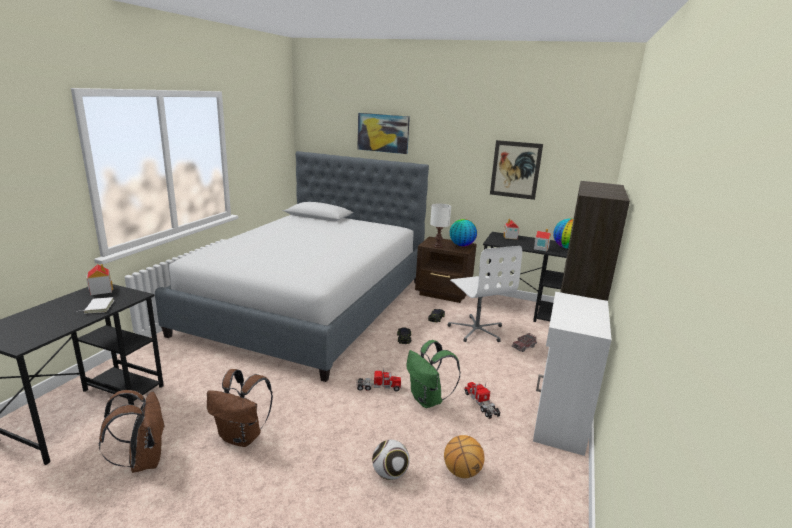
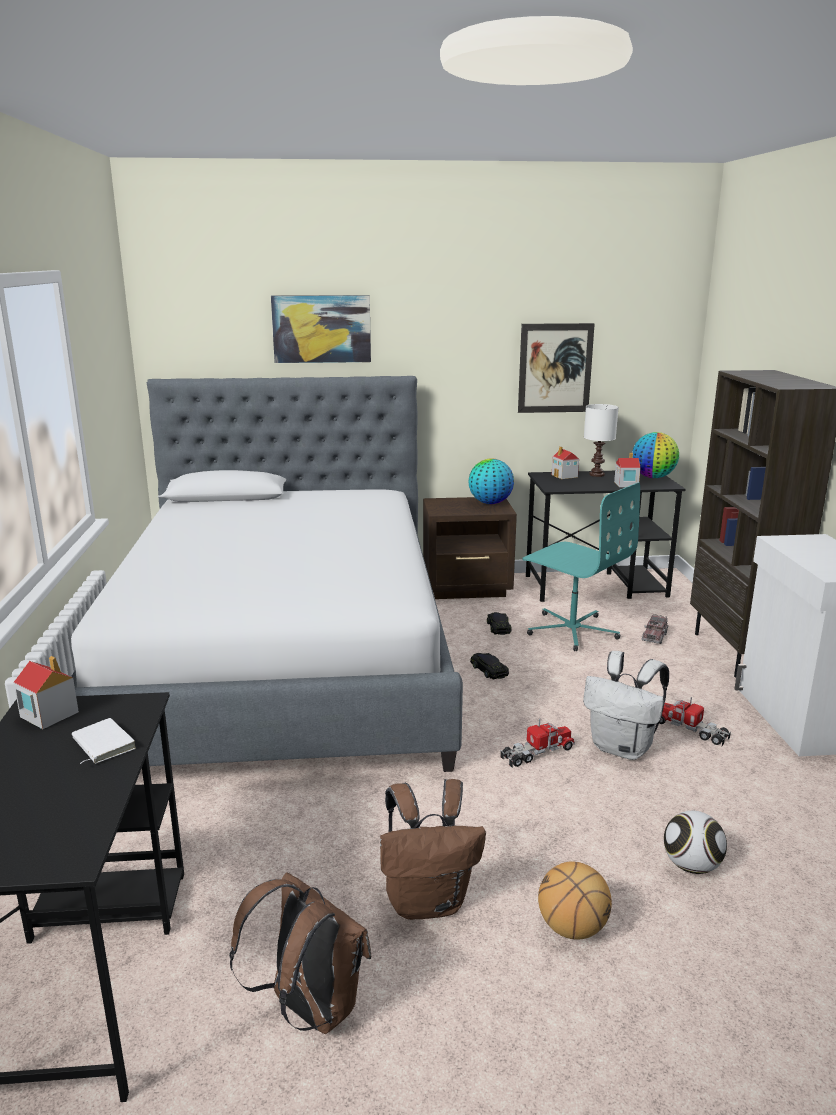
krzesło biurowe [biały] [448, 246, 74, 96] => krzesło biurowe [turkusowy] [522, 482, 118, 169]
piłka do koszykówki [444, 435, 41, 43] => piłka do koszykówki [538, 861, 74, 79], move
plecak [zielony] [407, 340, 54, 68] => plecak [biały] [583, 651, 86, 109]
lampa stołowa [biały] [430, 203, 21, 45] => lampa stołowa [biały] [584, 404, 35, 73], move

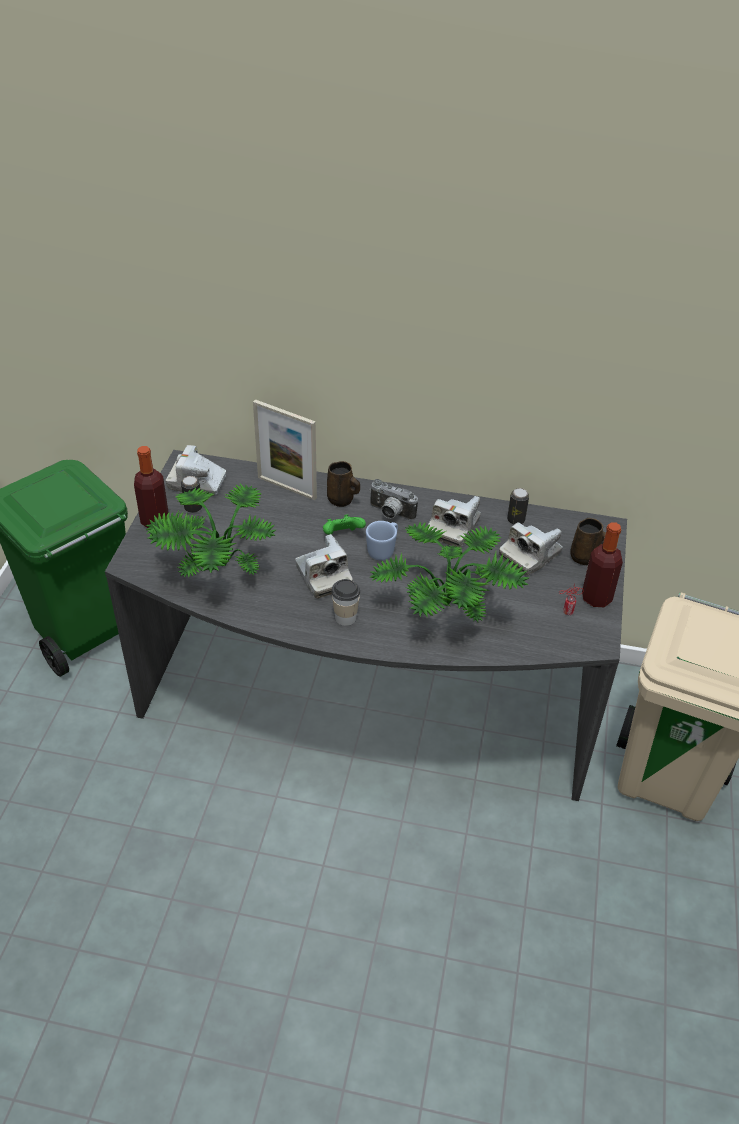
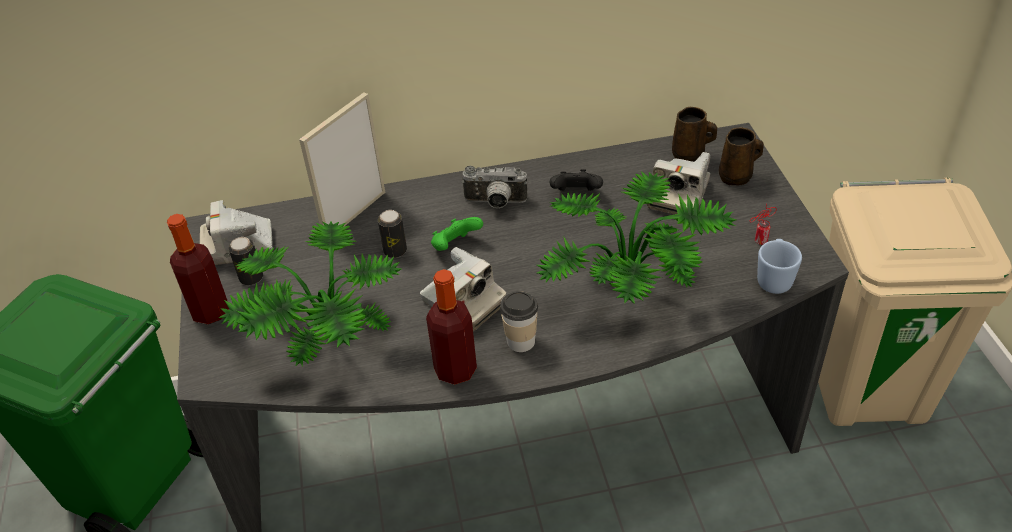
ramka na zdjęcie [253, 399, 64, 101] => ramka na zdjęcie [299, 92, 86, 135], 120 degrees clockwise
puszka [507, 488, 22, 36] => puszka [378, 210, 29, 48], move
butelka [582, 522, 41, 85] => butelka [426, 269, 51, 116], move
aparat fotograficzny [428, 496, 53, 52] => pad do gier [czarny] [550, 169, 53, 22]
kubek [brązowy] [327, 461, 33, 46] => kubek [brązowy] [672, 107, 45, 55], move
kubek [niebieski] [366, 521, 32, 40] => kubek [niebieski] [757, 239, 45, 55], move

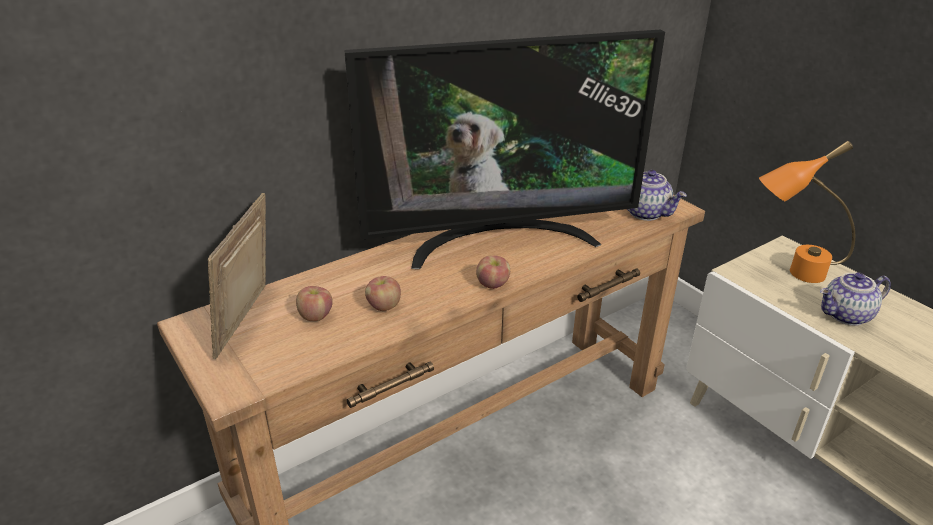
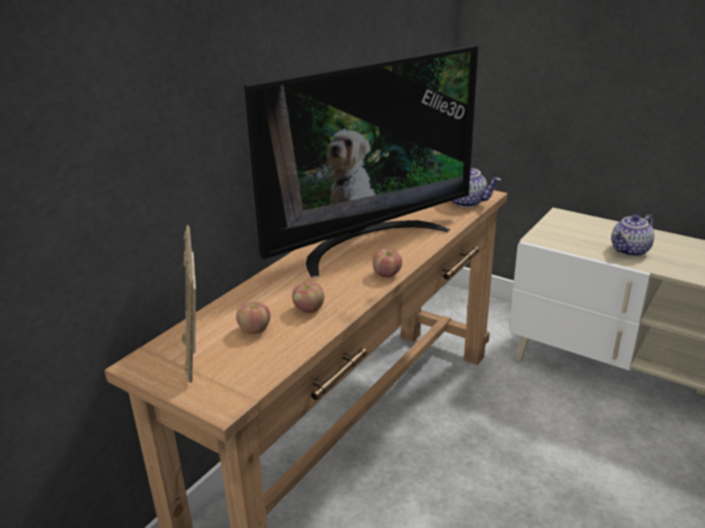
lampa stołowa [pomarańczowy] [759, 141, 96, 142] => nothing

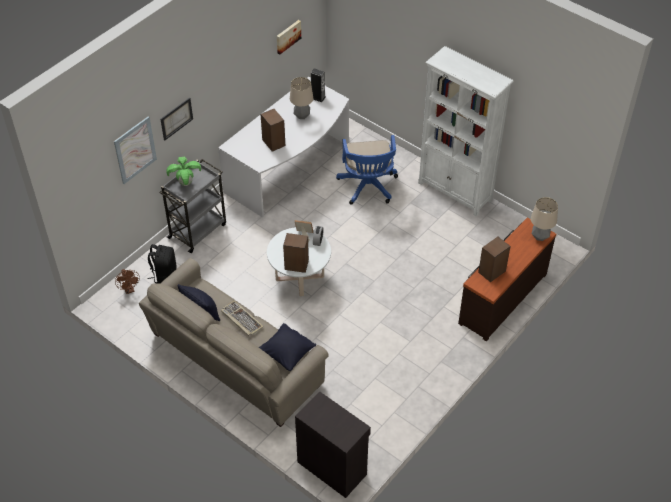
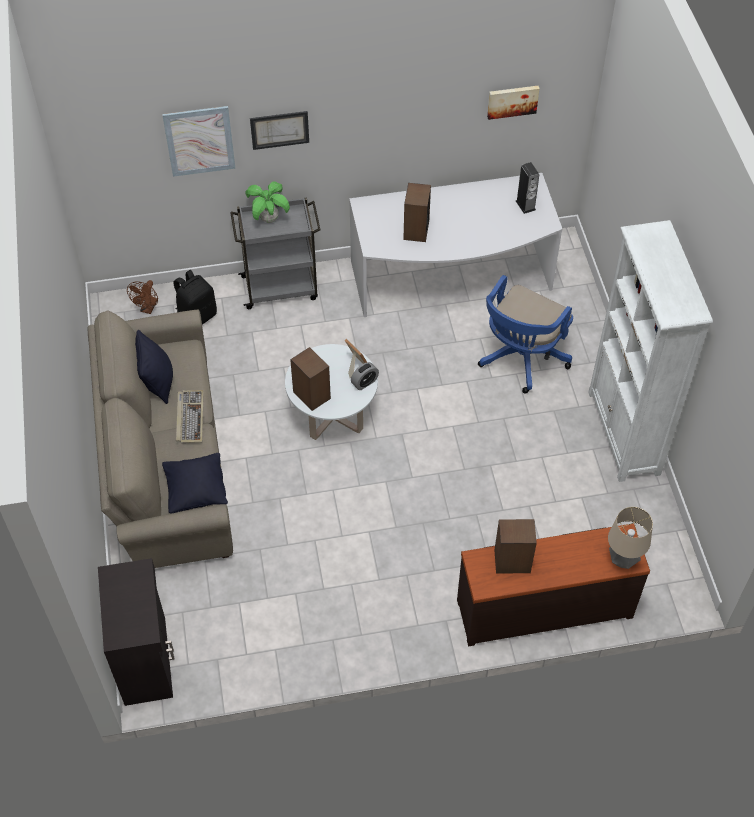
lampa stołowa [290, 77, 23, 42] => nothing

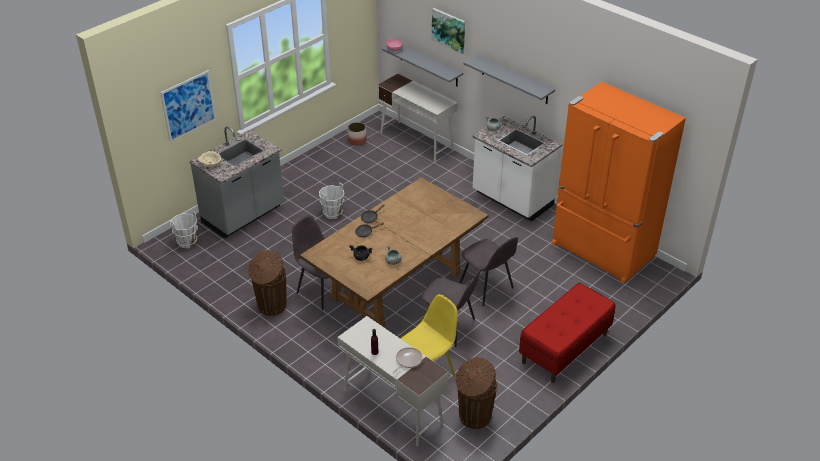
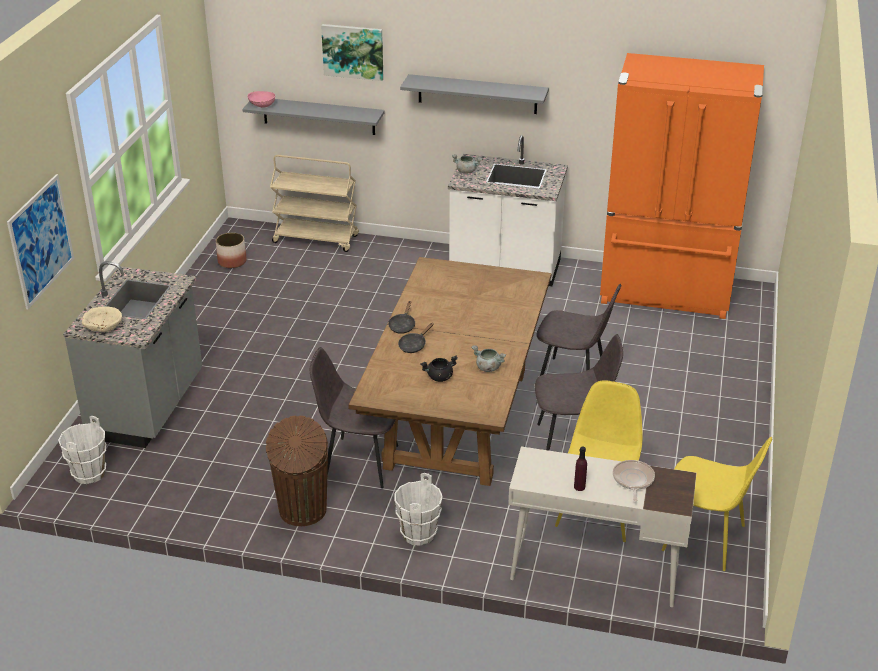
biurko [biały] [377, 73, 81, 89] => wózek [beżowy] [270, 155, 89, 97]
wiadro [biały] [319, 183, 25, 36] => wiadro [biały] [394, 473, 49, 73], move
kosz na śmieci [brązowy] [456, 357, 41, 72] => krzesło [żółty] [662, 437, 110, 134]
ławka [czerwony] [519, 283, 97, 100] => nothing

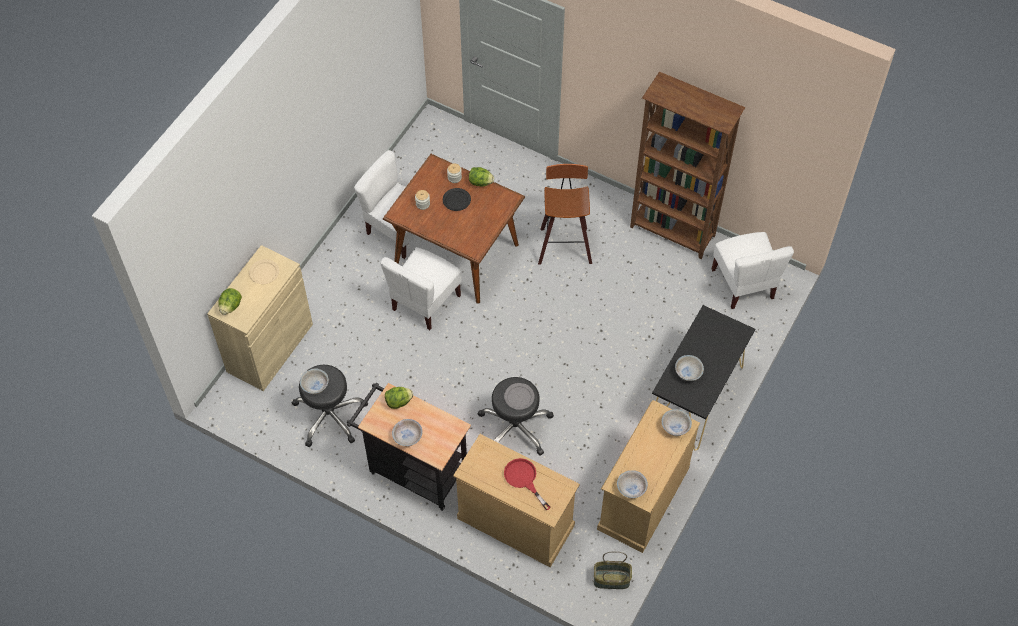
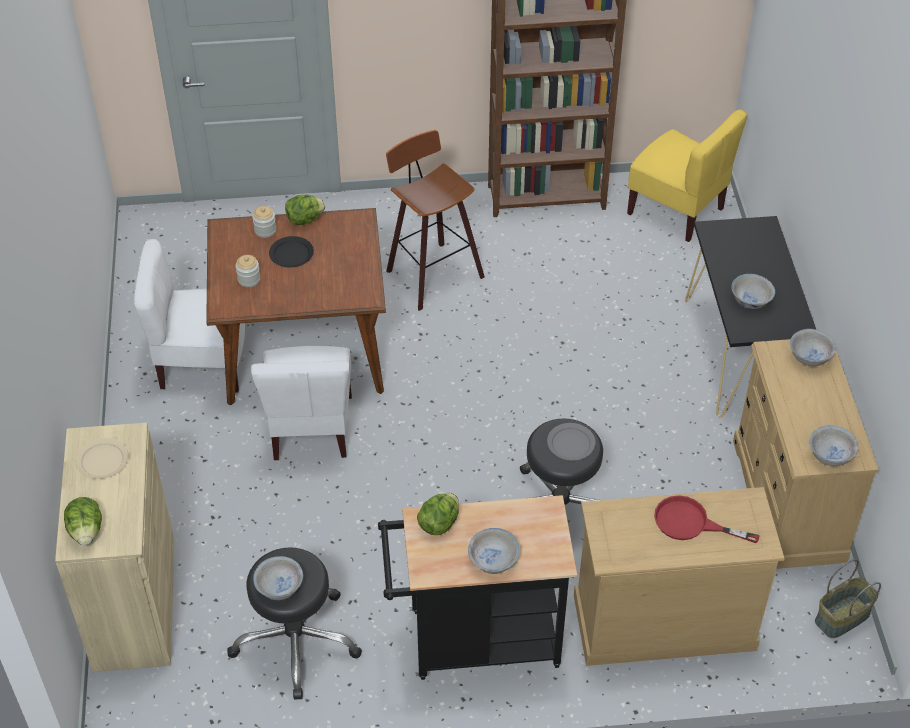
krzesło [biały] [712, 232, 82, 77] => krzesło [żółty] [627, 110, 120, 132]

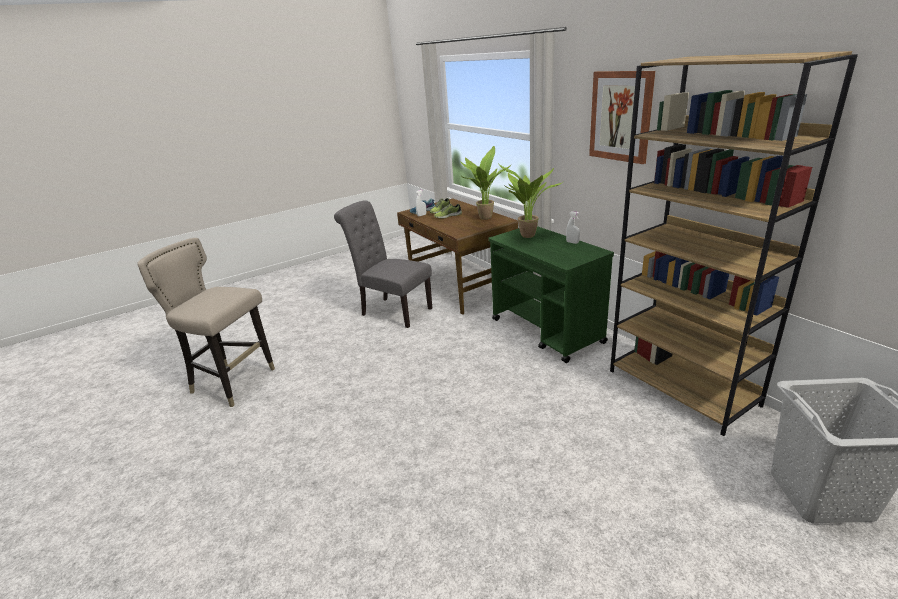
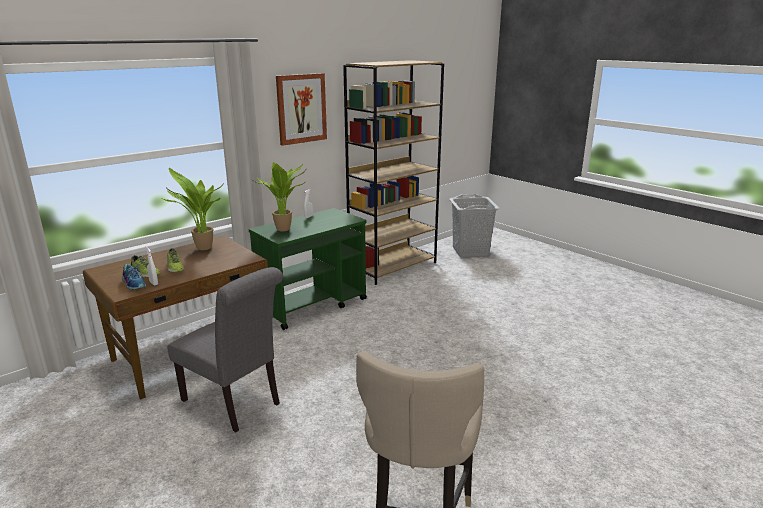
krzesło [szary] [334, 200, 98, 128] => krzesło [szary] [167, 267, 116, 165], 75 degrees counterclockwise

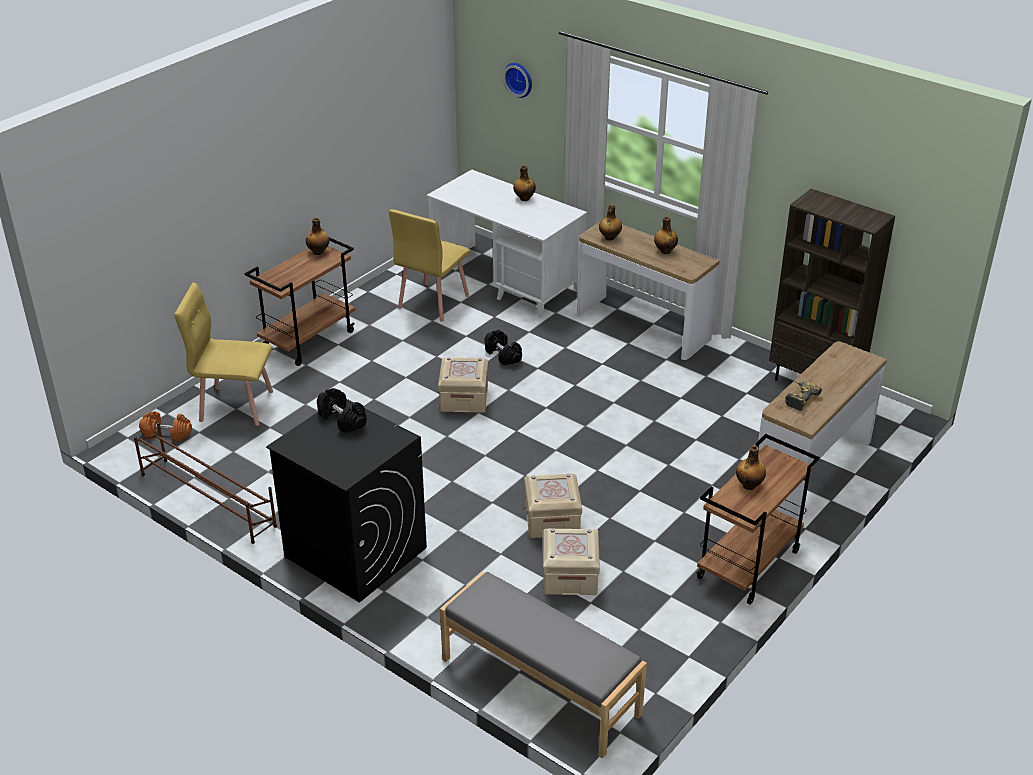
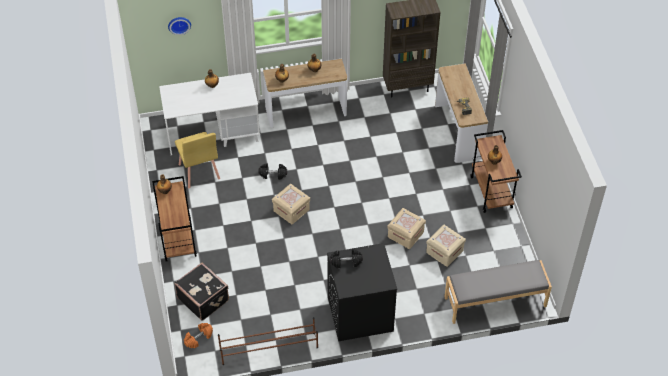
krzesło [żółty] [174, 283, 99, 143] => walizka [czarny] [174, 262, 55, 59]

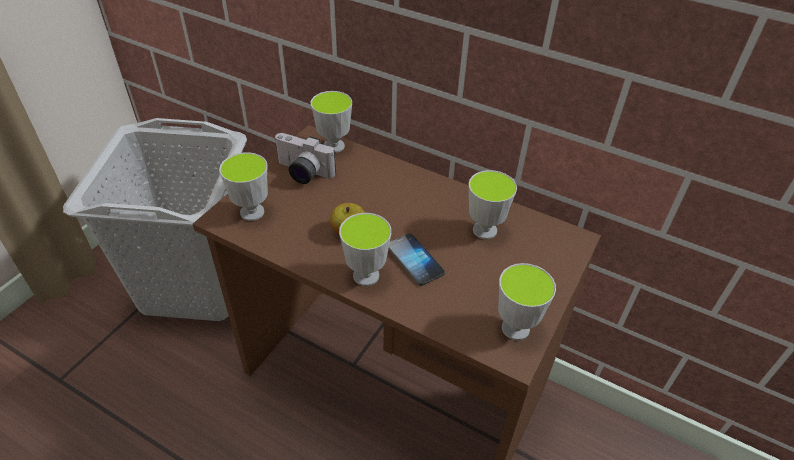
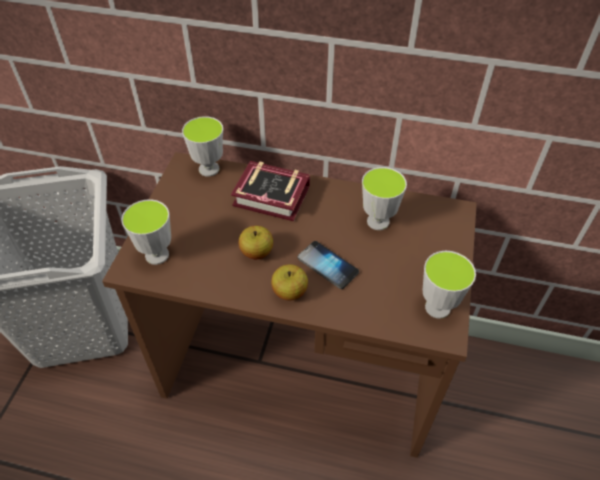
nothing => książka [231, 161, 79, 60]
filiżanka [339, 213, 52, 73] => jabłko [271, 264, 37, 36]
aparat fotograficzny [274, 133, 62, 51] => nothing

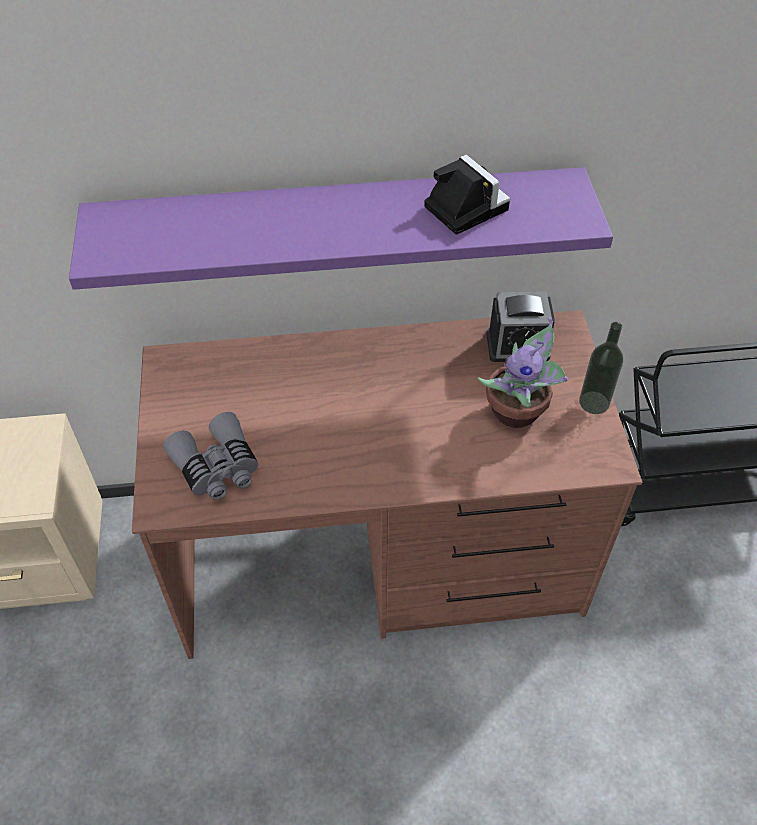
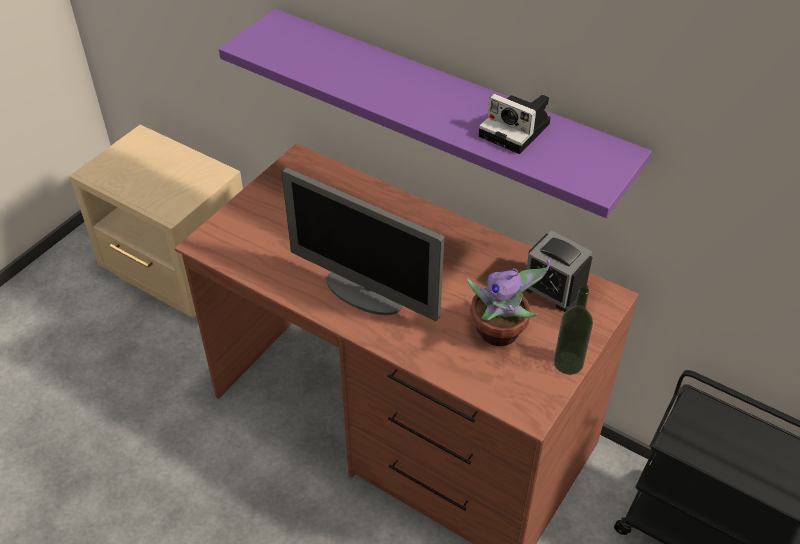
nothing => monitor [281, 167, 163, 154]
aparat fotograficzny [424, 154, 86, 81] => aparat fotograficzny [479, 94, 72, 60], 120 degrees clockwise
lornetka [szary] [163, 412, 95, 88] => nothing

